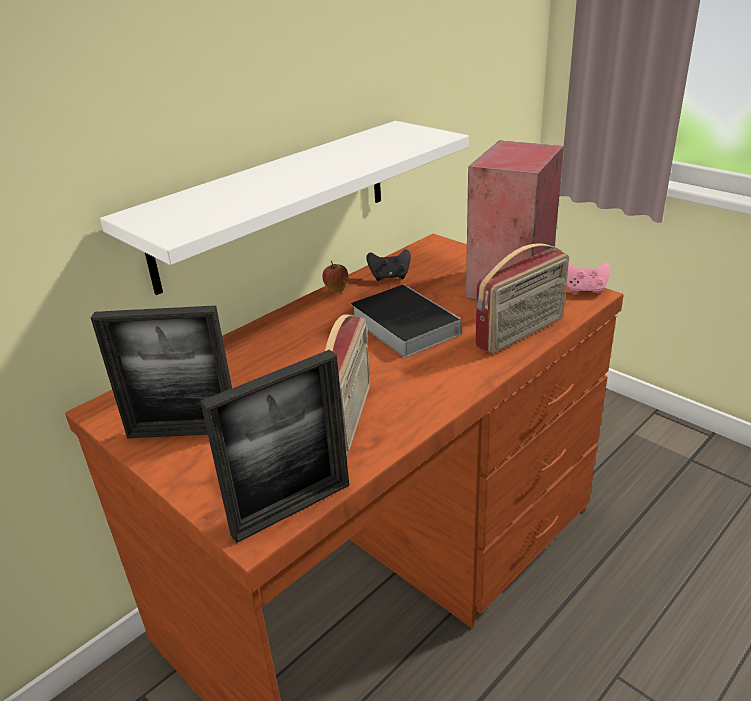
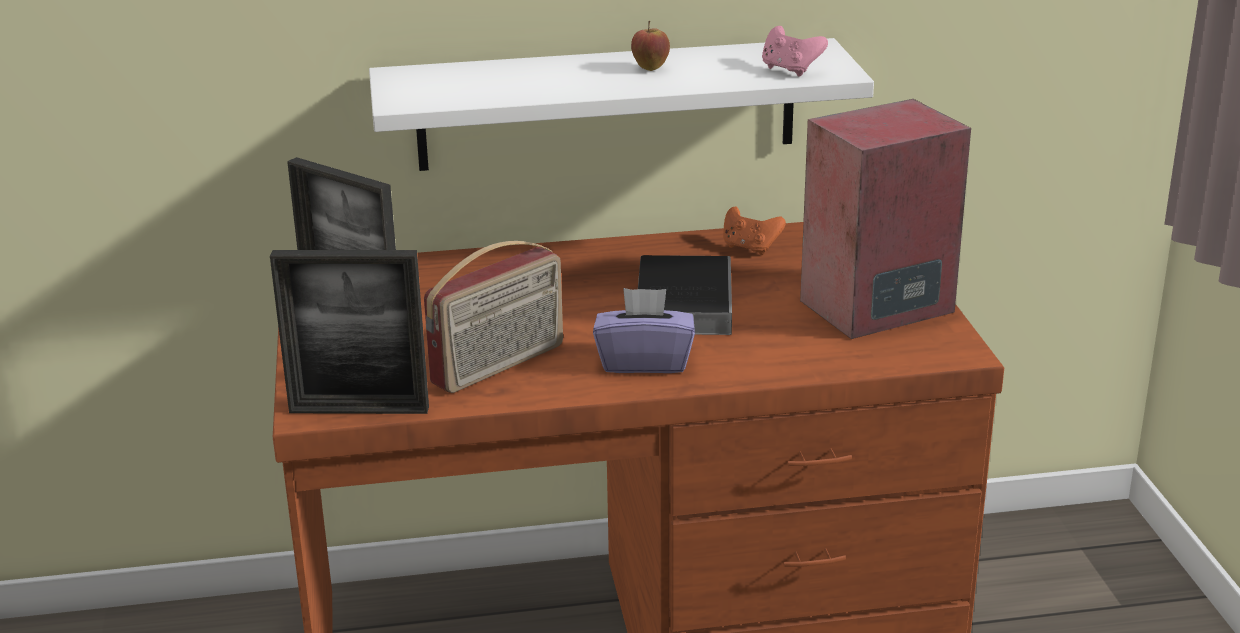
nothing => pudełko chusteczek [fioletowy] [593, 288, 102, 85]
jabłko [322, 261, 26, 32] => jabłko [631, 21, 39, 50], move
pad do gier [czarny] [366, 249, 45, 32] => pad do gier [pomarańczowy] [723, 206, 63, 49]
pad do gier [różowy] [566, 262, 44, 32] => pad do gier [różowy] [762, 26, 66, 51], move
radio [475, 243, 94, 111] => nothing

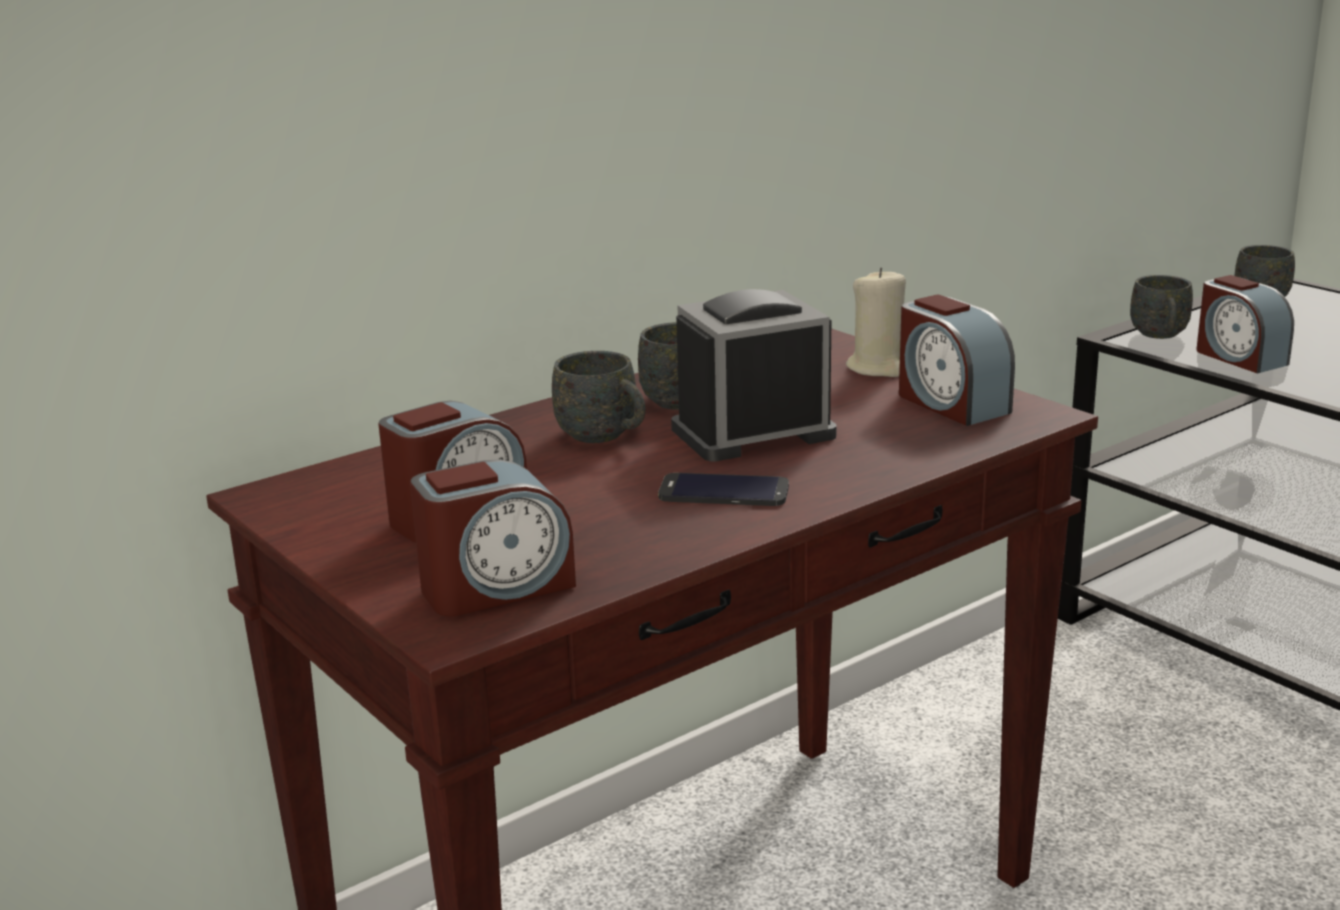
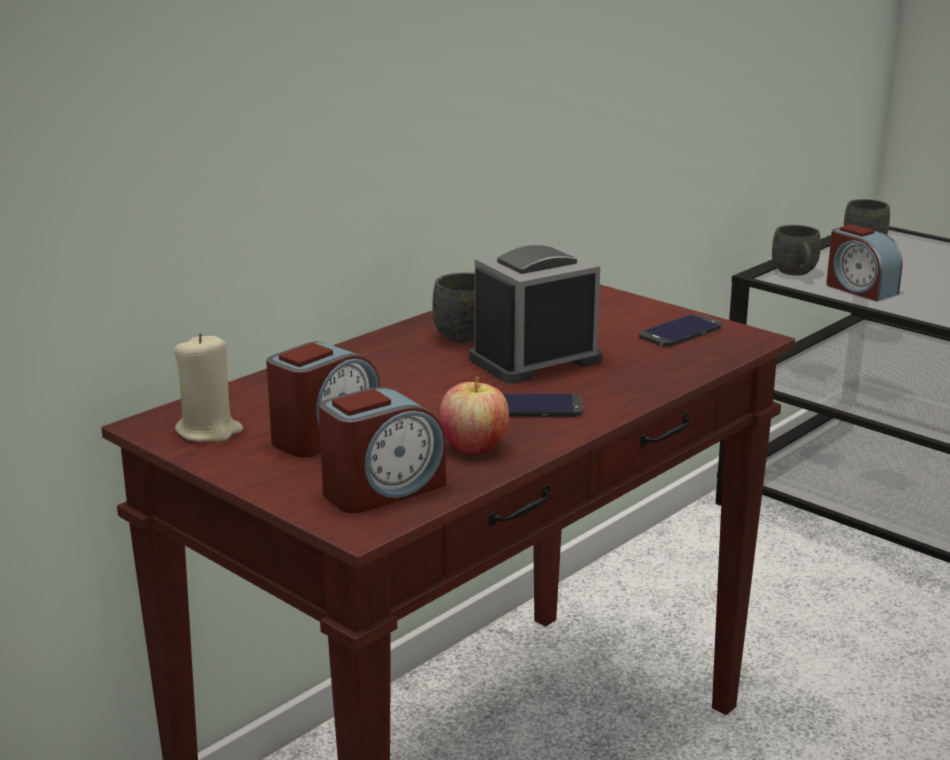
świeca [beżowy] [846, 267, 60, 110] => świeca [beżowy] [174, 333, 69, 109], move
nothing => jabłko [440, 376, 69, 78]
budzik [899, 294, 116, 132] => telefon [639, 314, 83, 33]
kubek [szary] [552, 351, 93, 92] => nothing

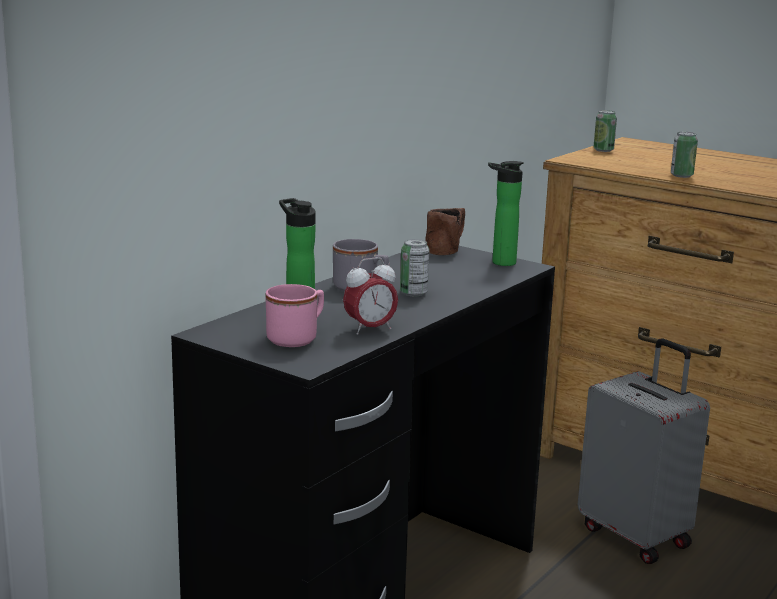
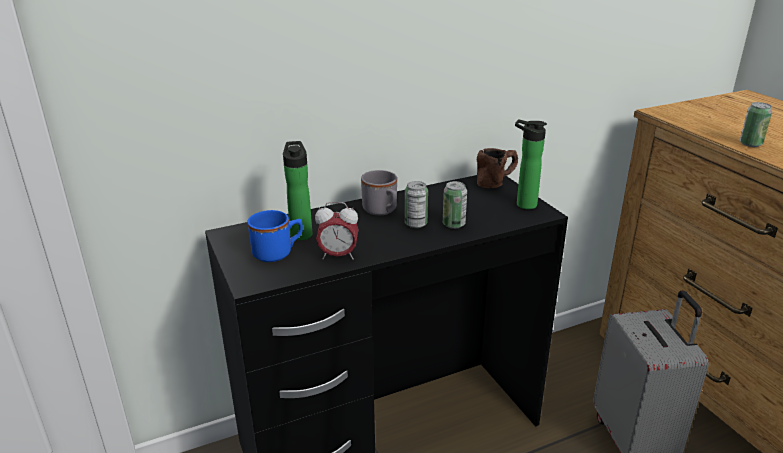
kubek [różowy] [266, 284, 58, 63] => kubek [niebieski] [247, 210, 56, 52]
puszka [593, 110, 24, 42] => puszka [443, 181, 24, 48], move

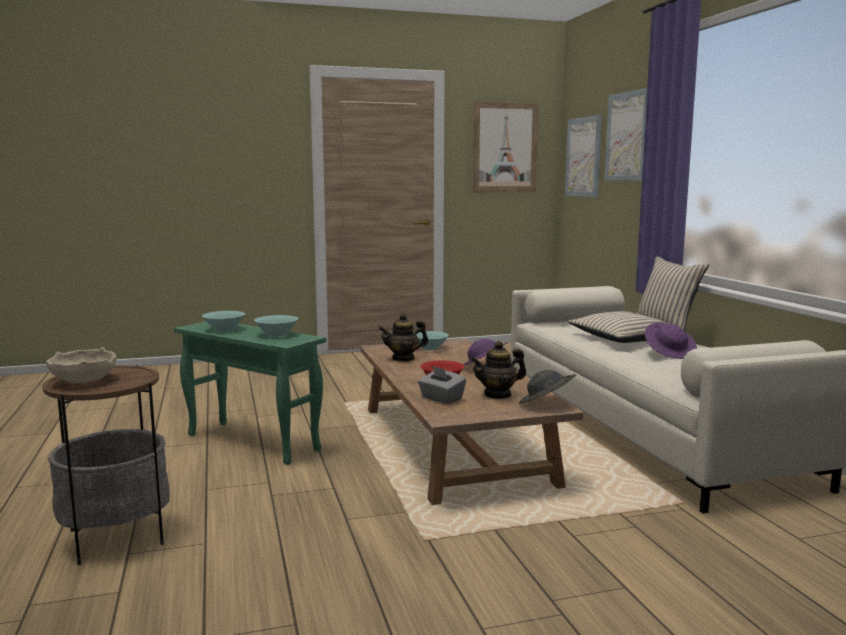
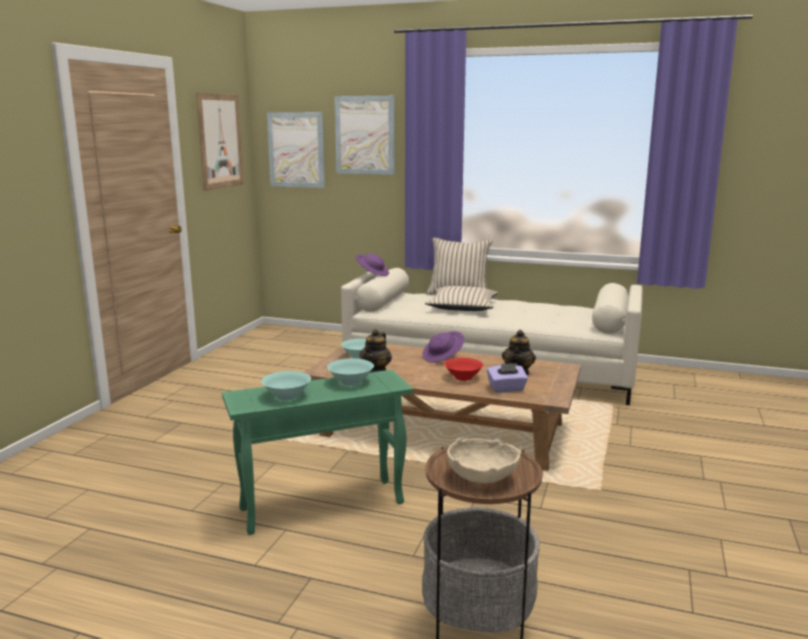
kapelusz [fioletowy] [645, 323, 52, 36] => kapelusz [fioletowy] [356, 254, 33, 22], move
pudełko chusteczek [szary] [418, 365, 48, 39] => pudełko chusteczek [fioletowy] [487, 363, 41, 29]
kapelusz [szary] [519, 370, 57, 33] => nothing

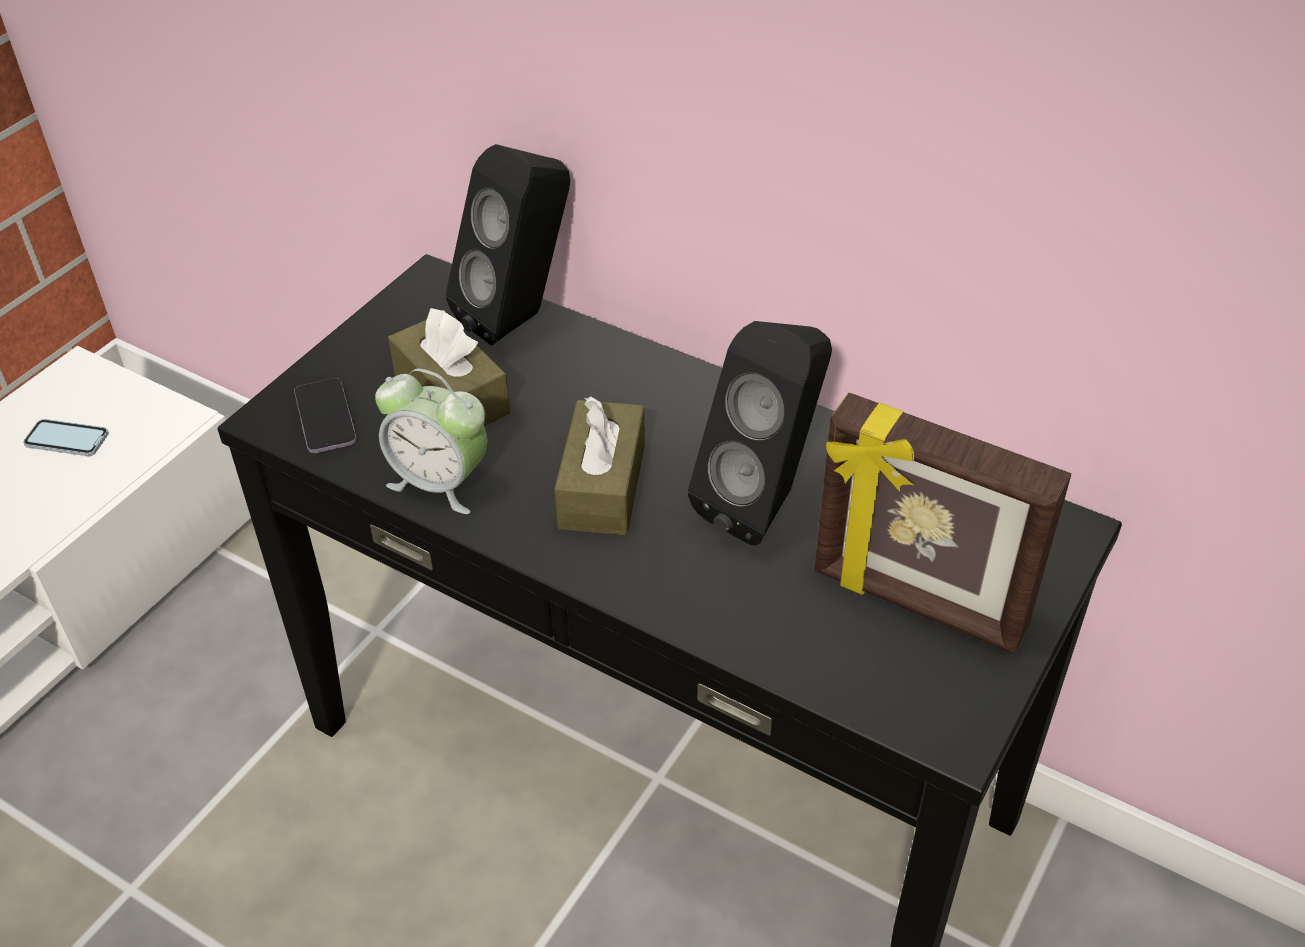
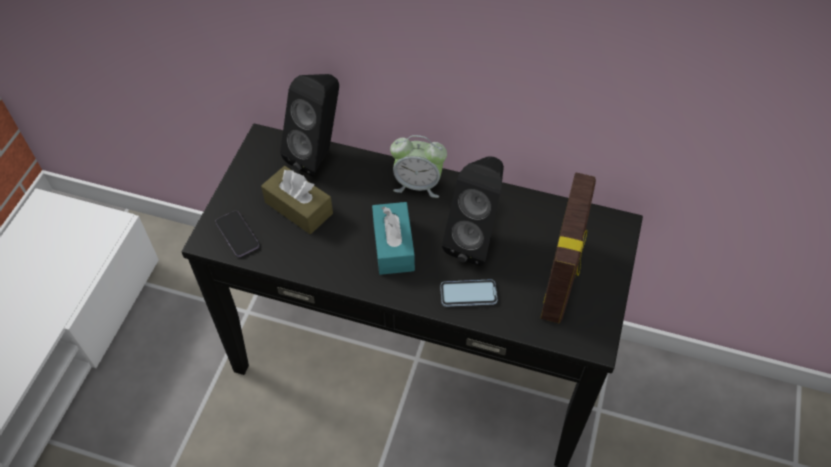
pudełko chusteczek [brązowy] [554, 396, 91, 139] => pudełko chusteczek [turkusowy] [372, 202, 43, 73]
budzik [375, 369, 112, 145] => budzik [390, 135, 57, 63], move
telefon [23, 419, 86, 37] => telefon [440, 279, 58, 28], move
ramka na zdjęcie [814, 393, 257, 261] => ramka na zdjęcie [541, 172, 55, 151], 90 degrees counterclockwise

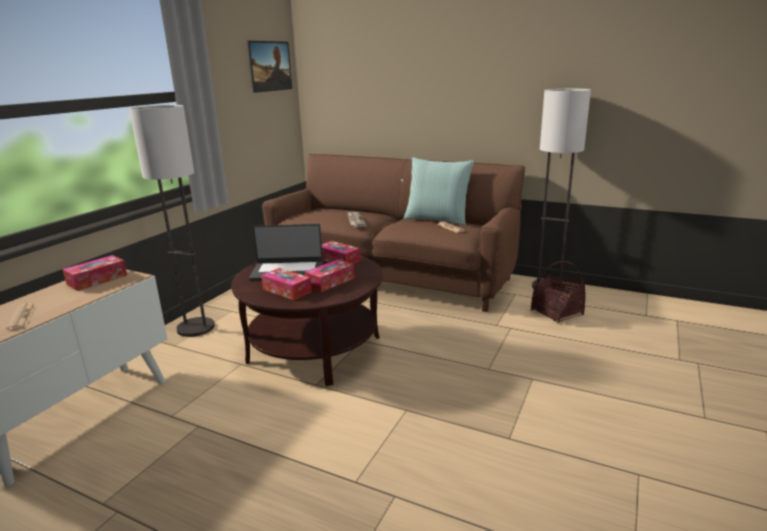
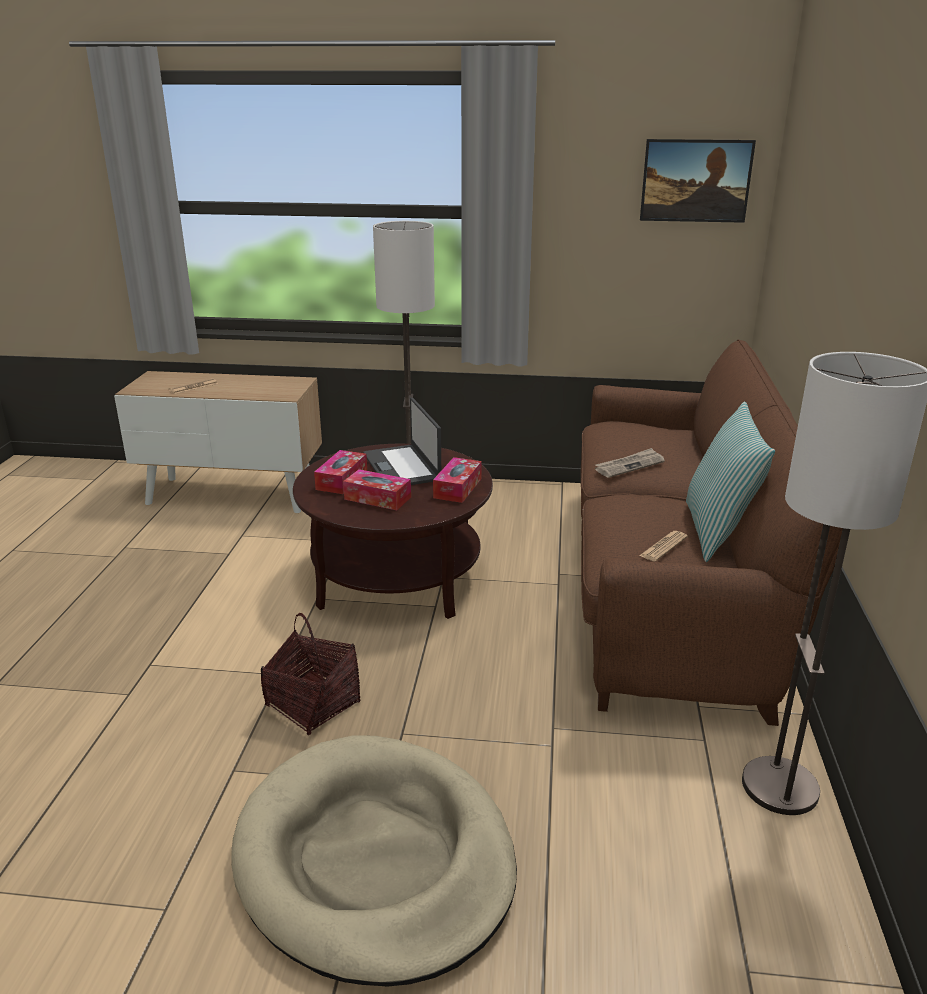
nothing => legowisko [beżowy] [231, 735, 286, 252]
koszyk [531, 261, 54, 62] => koszyk [261, 613, 99, 122], move
pudełko chusteczek [62, 255, 65, 36] => nothing

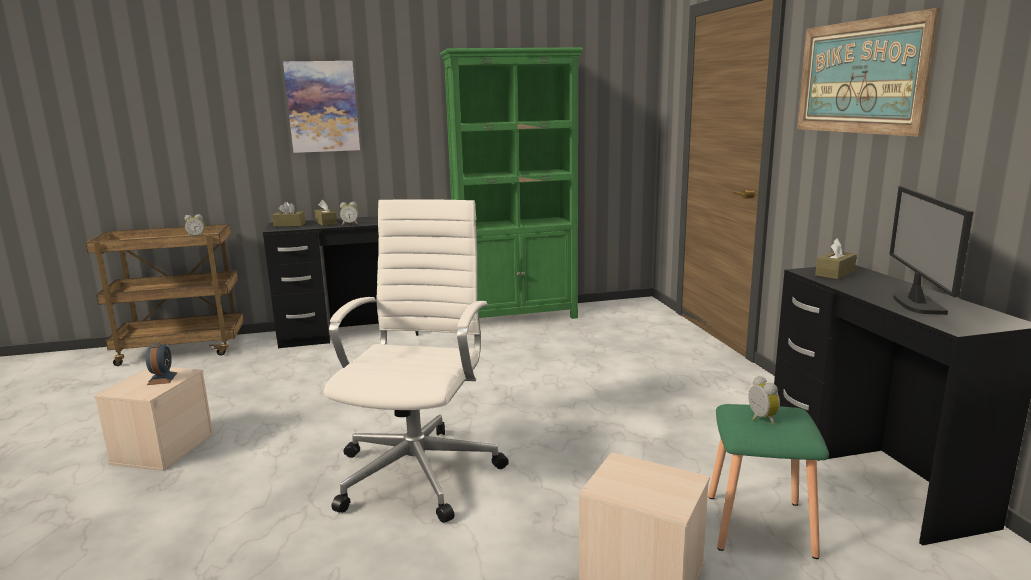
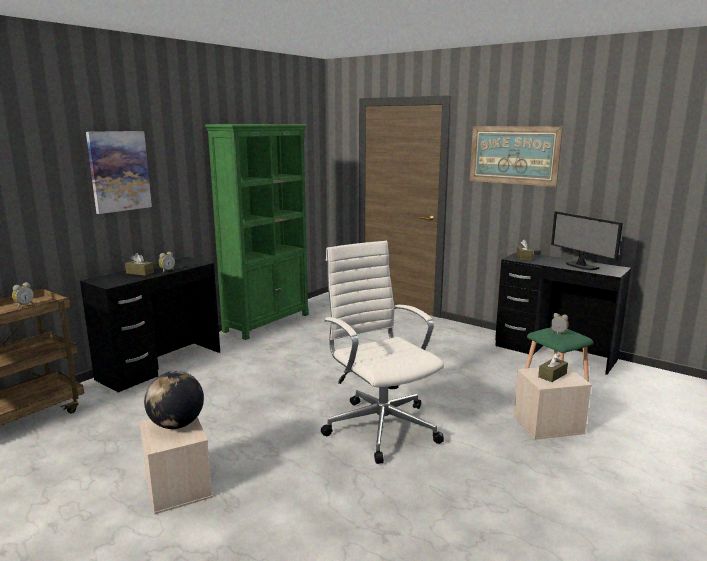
budzik [146, 342, 31, 43] => globus [144, 371, 60, 58]
pudełko chusteczek [brązowy] [272, 202, 33, 25] => pudełko chusteczek [brązowy] [538, 353, 30, 29], move

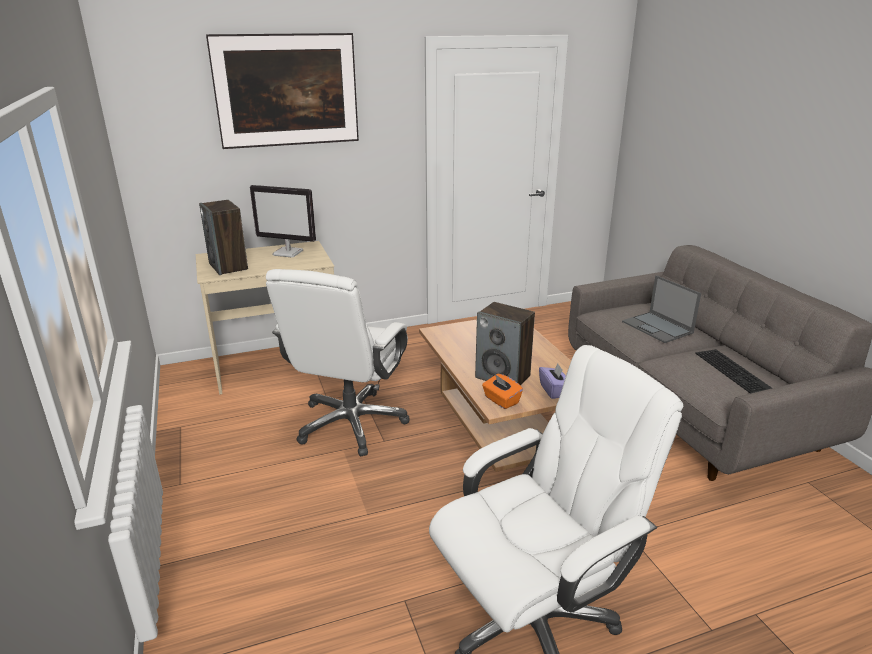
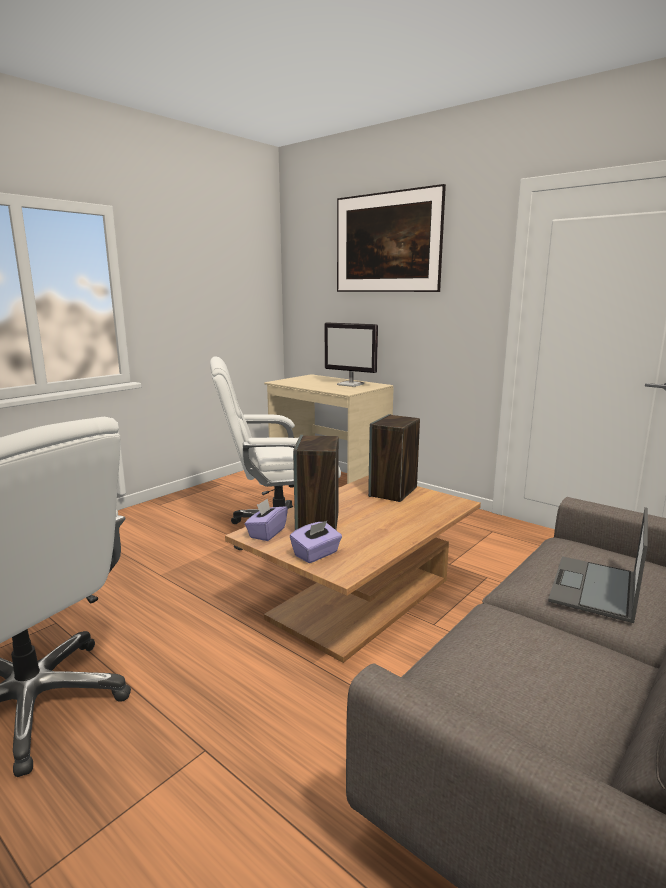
pudełko chusteczek [pomarańczowy] [482, 373, 41, 36] => pudełko chusteczek [fioletowy] [245, 499, 43, 42]
monitor [250, 185, 66, 72] => monitor [325, 323, 53, 64], 45 degrees counterclockwise
głośnik [199, 200, 49, 75] => głośnik [368, 414, 52, 88], move
klawiatura [695, 349, 77, 45] => nothing

